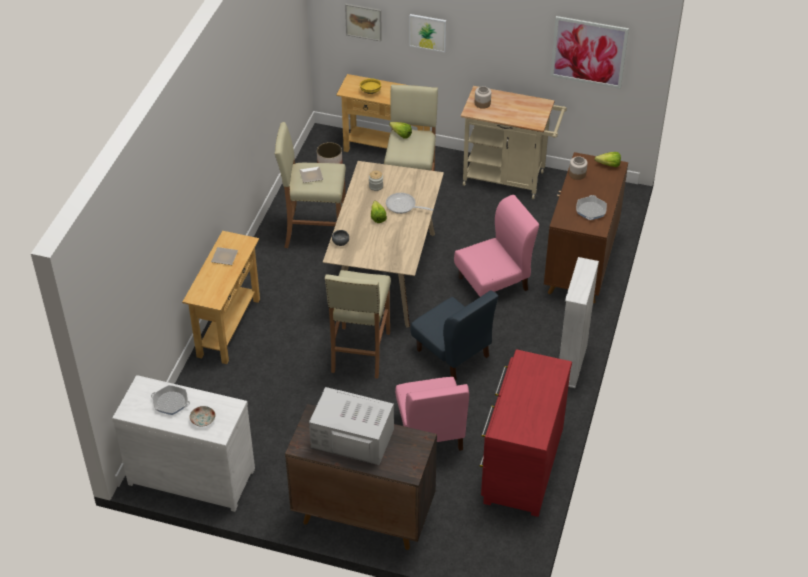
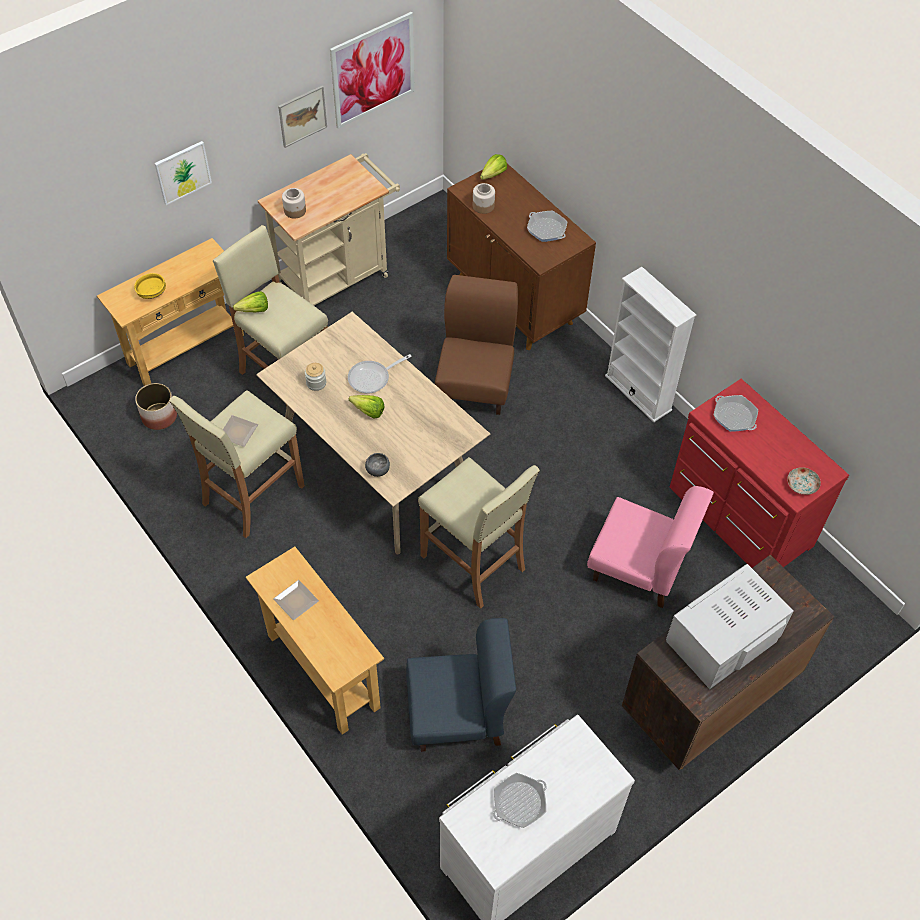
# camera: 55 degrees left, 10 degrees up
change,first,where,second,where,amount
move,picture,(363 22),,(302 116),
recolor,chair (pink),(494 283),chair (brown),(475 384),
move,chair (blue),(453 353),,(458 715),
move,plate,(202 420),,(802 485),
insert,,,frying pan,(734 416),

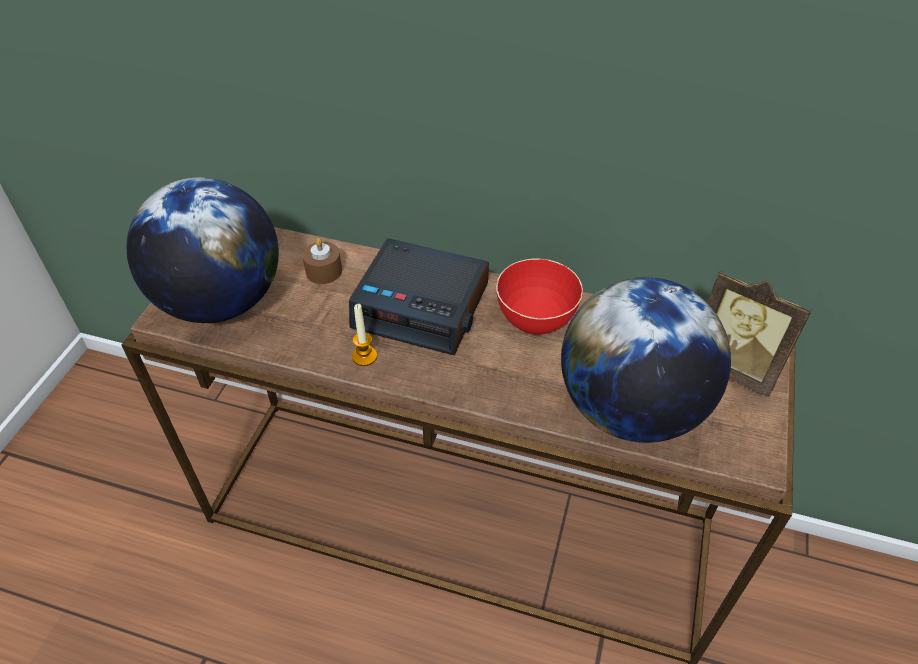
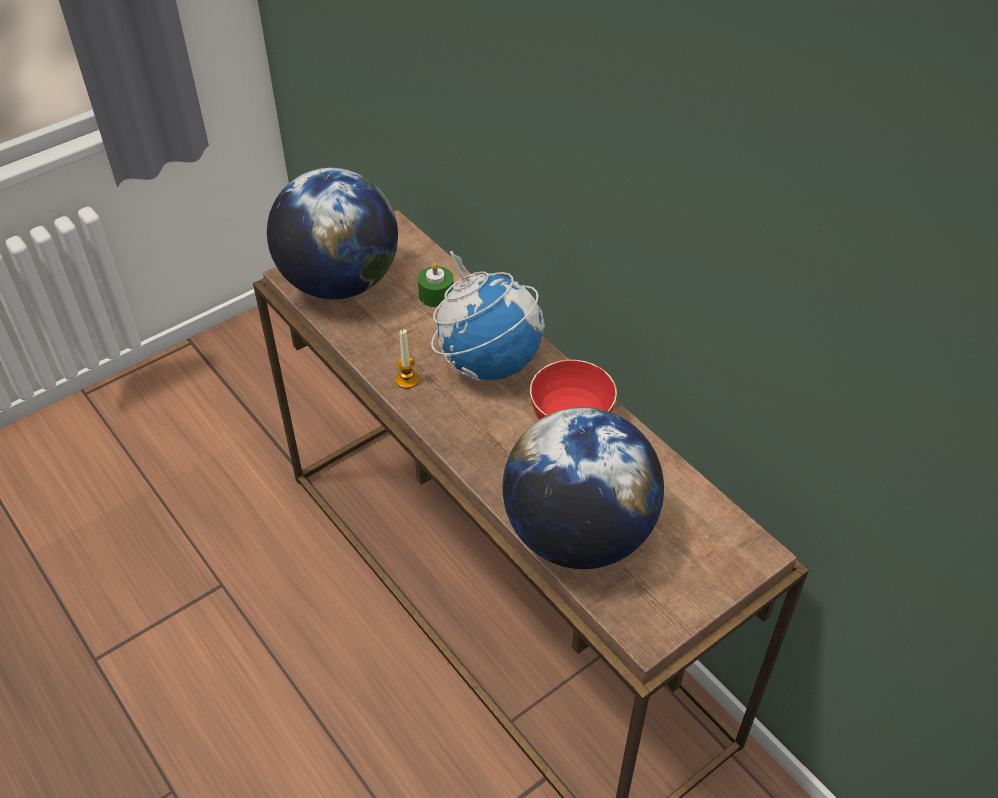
# camera: 35 degrees right, 0 degrees up
change,first,where,second,where,amount
recolor,candle (brown),(324 271),candle (green),(436 295),
replace,alarm clock,(423 306),globe,(488 362),
delete,picture frame,(733 367),,,

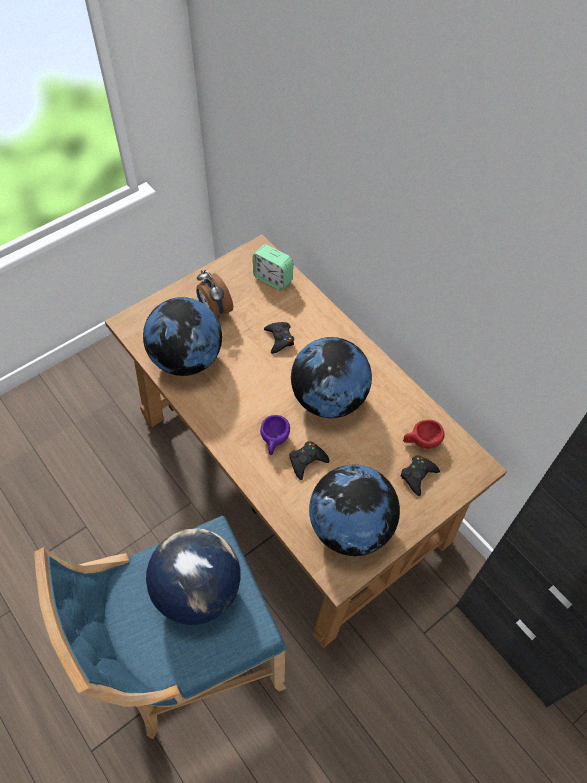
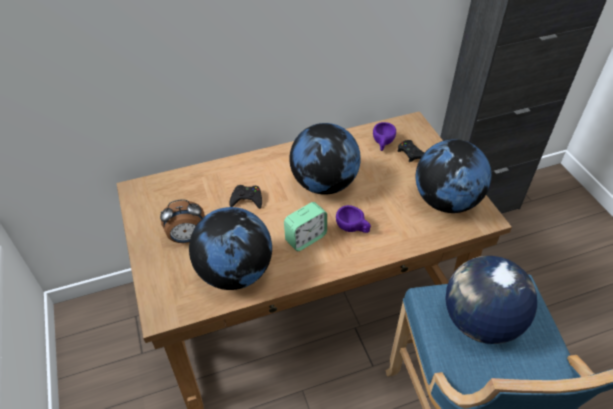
# camera: 70 degrees left, 10 degrees down
change,first,where,second,where,amount
move,alarm clock,(273 279),,(305 238),
recolor,cup (red),(421 441),cup (purple),(383 144),
delete,game controller (black),(307 461),,,

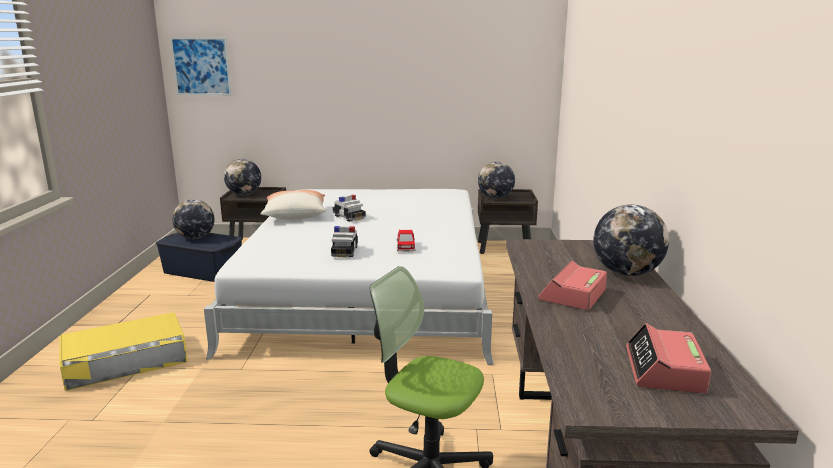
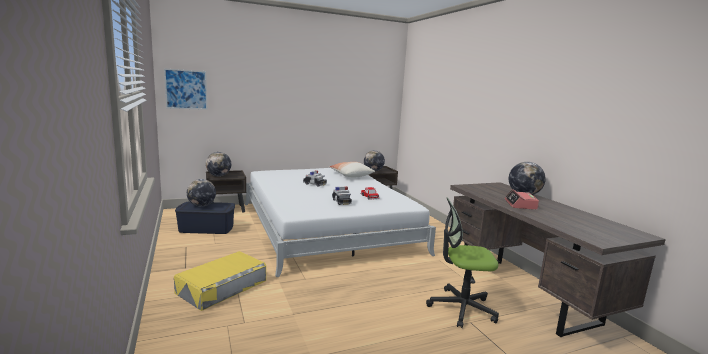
# camera: 25 degrees left, 5 degrees down
change,first,where,second,where,amount
move,pillow,(295 215),,(351 175),
delete,alarm clock,(664 370),,,

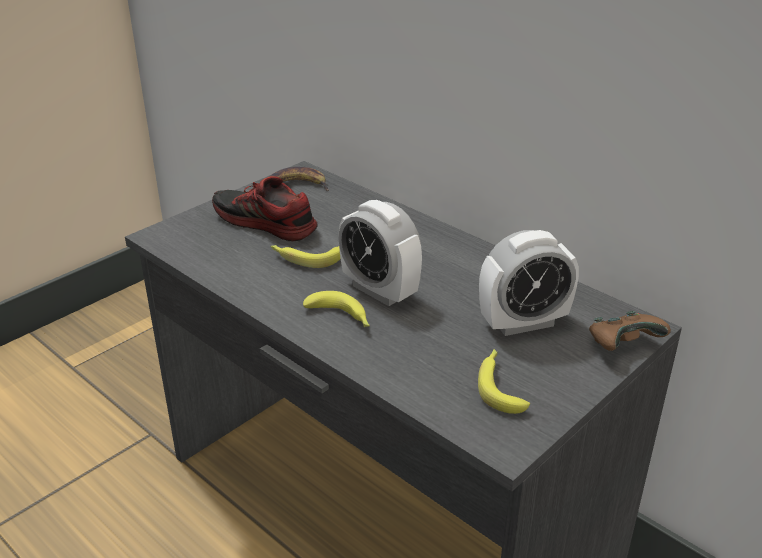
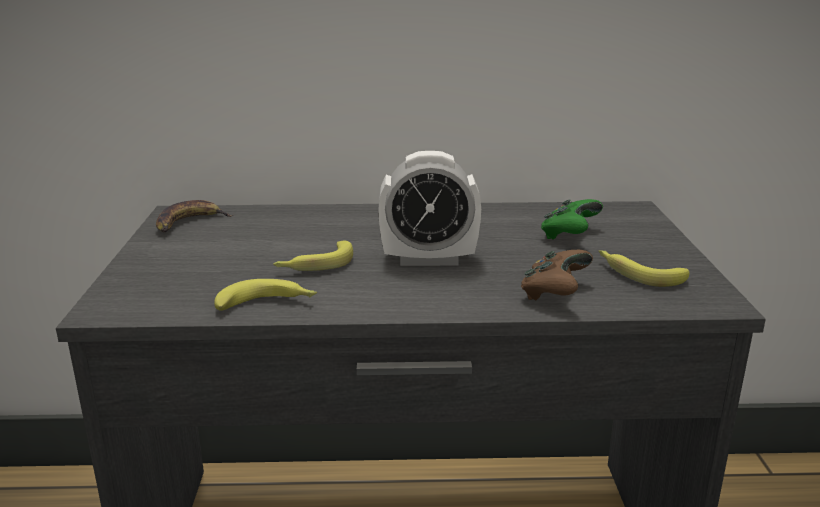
# camera: 45 degrees left, 10 degrees down
change,first,where,second,where,amount
delete,shoe,(264 224),,,
replace,alarm clock,(523 323),game controller (green),(569 235),
move,banana,(341 317),,(268 304),
move,game controller (brown),(622 346),,(554 293),

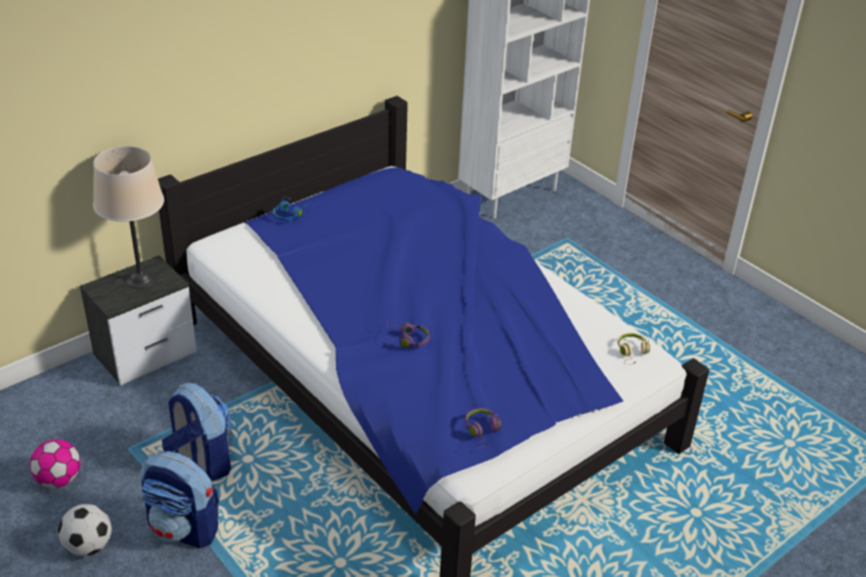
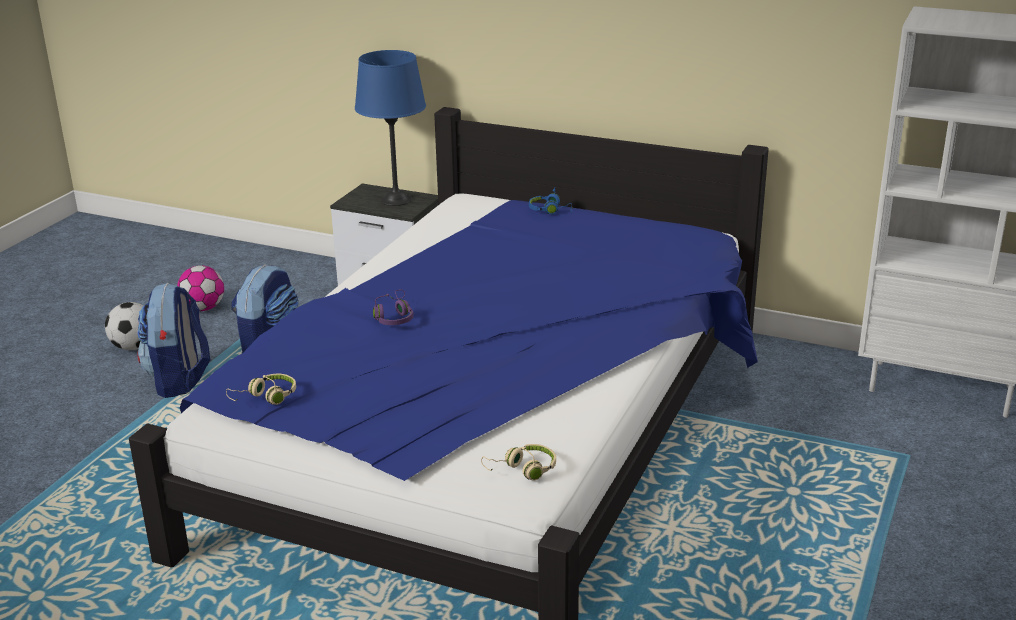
# camera: 65 degrees right, 10 degrees down
change,first,where,second,where,amount
recolor,table lamp (beige),(141 279),table lamp (blue),(396 200),
recolor,headphones (purple),(482 431),headphones (beige),(266 397),

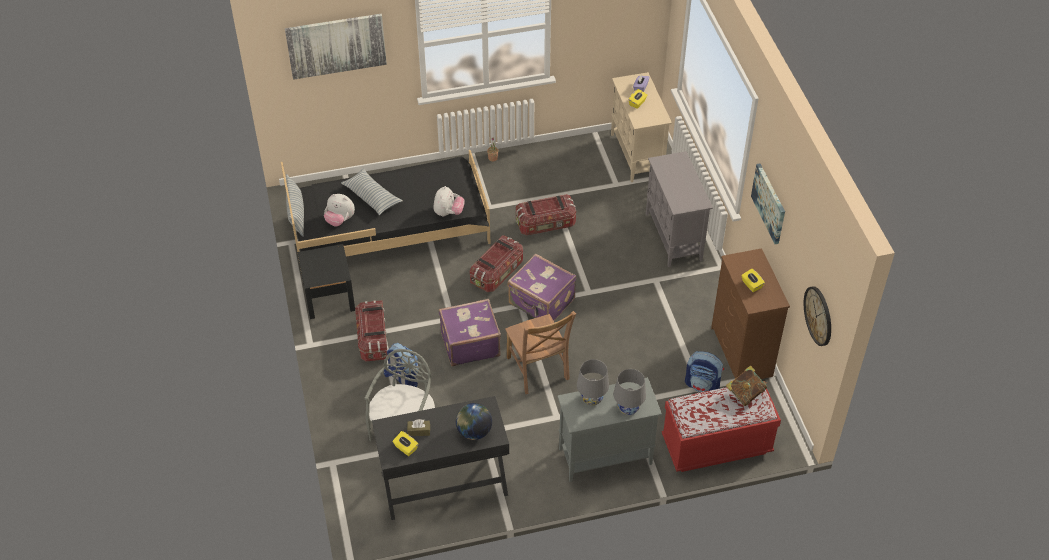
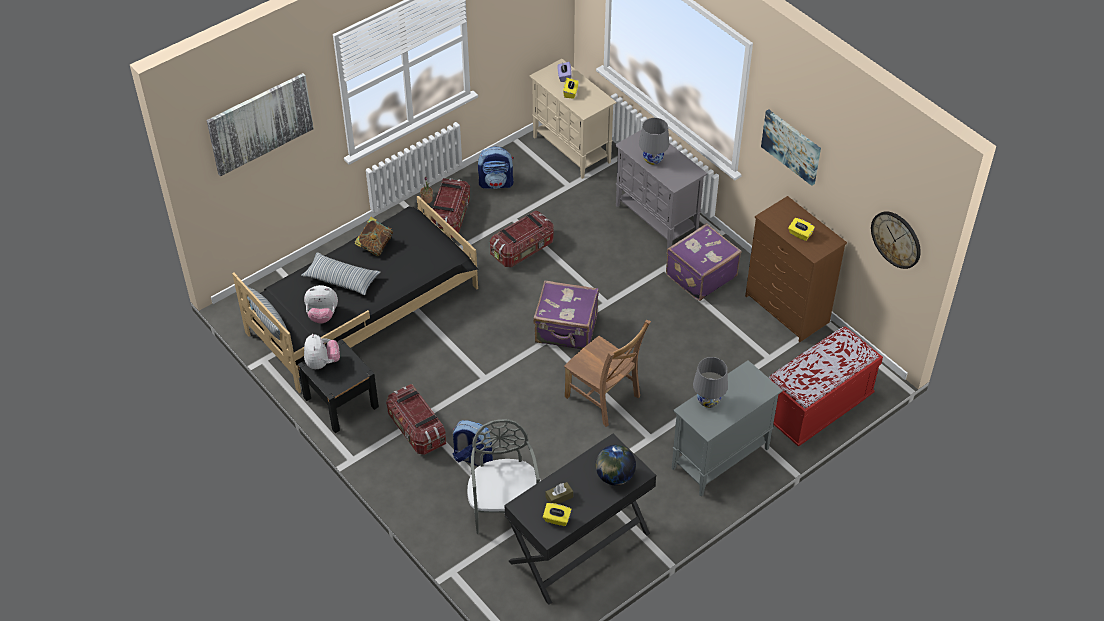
# camera: 25 degrees left, 0 degrees up
change,first,where,second,where,amount
move,plush toy,(448 213),,(322 363),
move,storage box,(497 273),,(450 218),
move,suitcase (purple),(469 343),,(700 275),
move,backpack,(702 385),,(496 183),
move,book,(745 393),,(375 246),
move,table lamp (grey),(628 408),,(653 159),

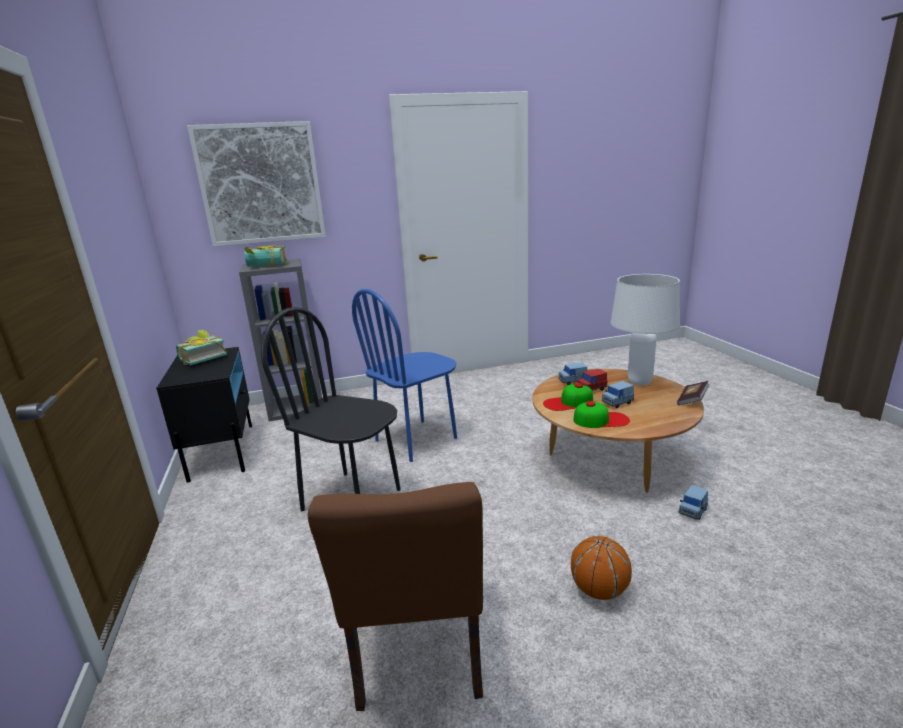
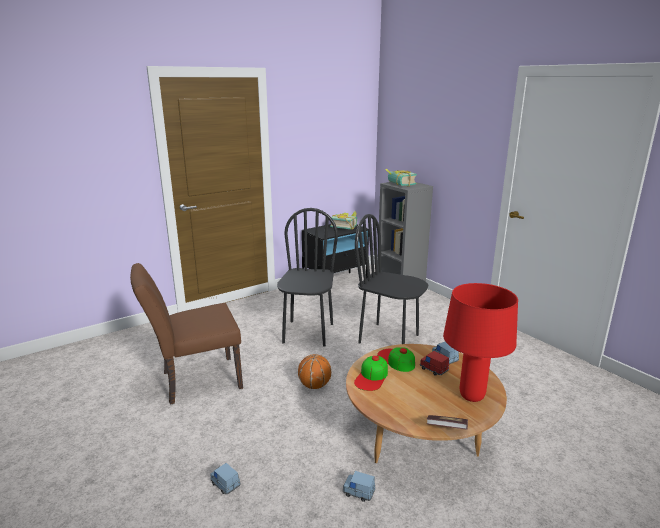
# camera: 70 degrees right, 0 degrees up
change,first,where,second,where,amount
delete,picture,(261 184),,,
recolor,table lamp (white),(640 382),table lamp (red),(471 396),
recolor,chair (blue),(416 439),chair (black),(389 338),
move,toy car (blue),(617 403),,(225 484),
rotate,cap,(601 420),,(372 377),45 degrees clockwise
move,basketball,(599 590),,(314 385),

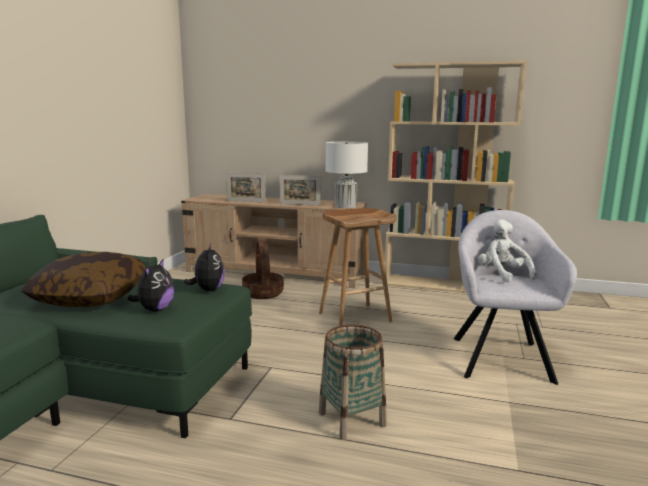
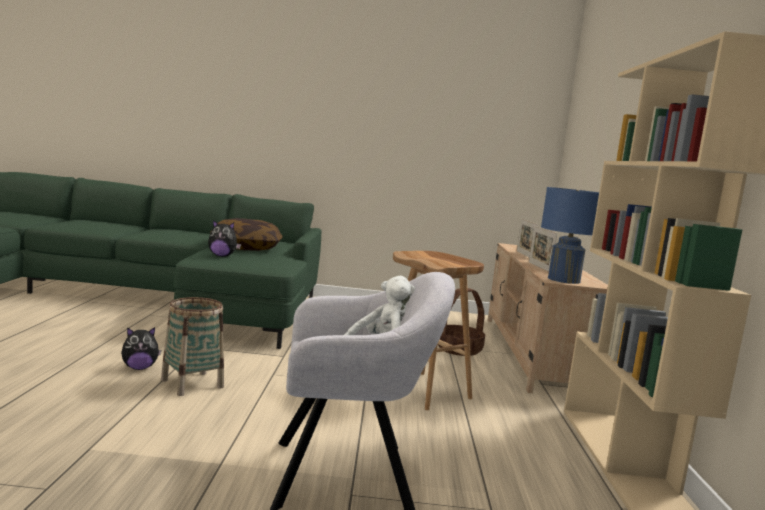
# camera: 75 degrees right, 5 degrees down
change,first,where,second,where,amount
recolor,table lamp (white),(345 206),table lamp (blue),(564 280),
move,plush toy,(208 290),,(139 368),

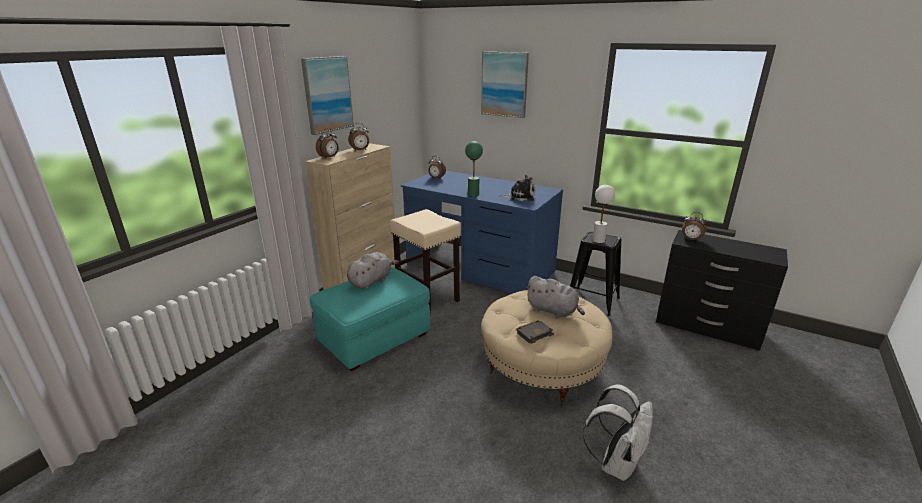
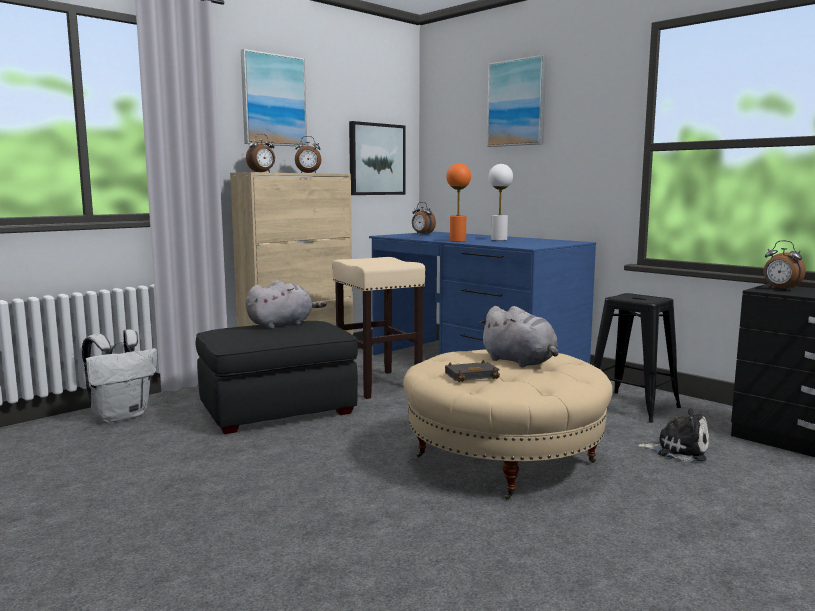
# camera: 15 degrees right, 15 degrees down
change,first,where,second,where,amount
recolor,table lamp (green),(473 195),table lamp (orange),(457 241),
move,plush toy,(520 196),,(678 450),
move,table lamp (white),(598 240),,(499 240),
recolor,ottoman (turquoise),(375 338),ottoman (black),(279 410),
move,backpack (white),(616 463),,(122 416),
insert,,,picture,(376 159),

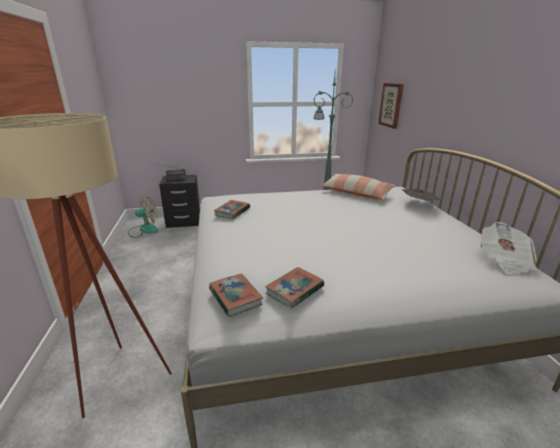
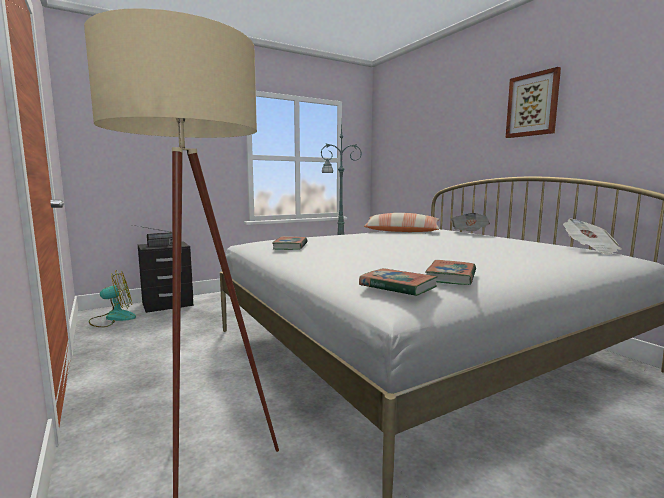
# camera: 20 degrees left, 15 degrees down
change,first,where,second,where,amount
move,picture,(391 105),,(532 105),

